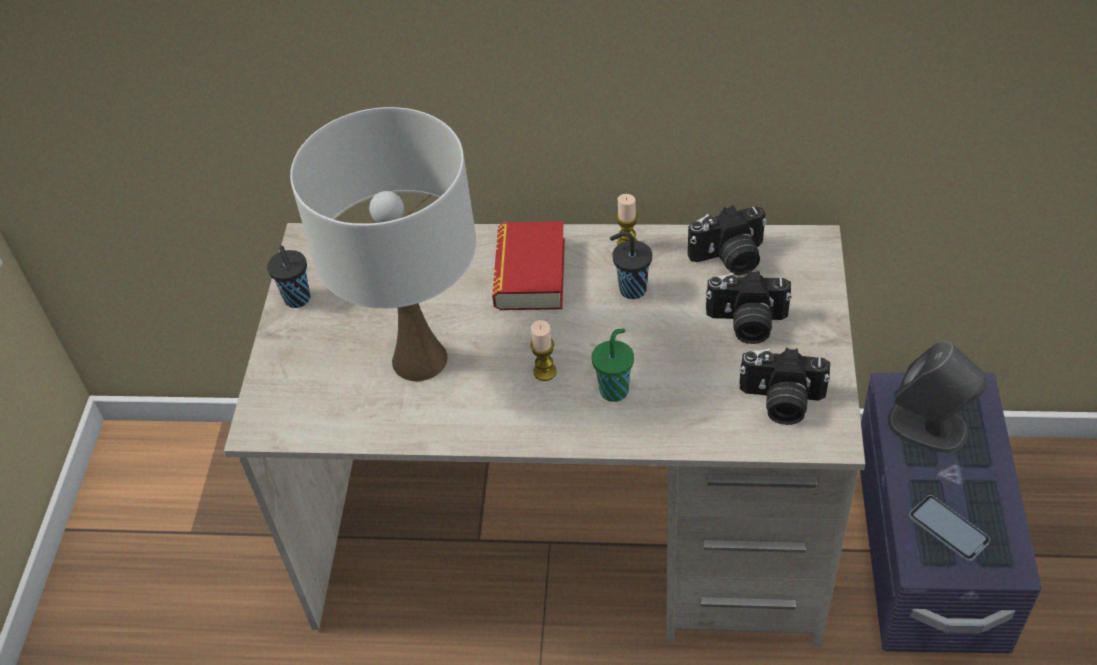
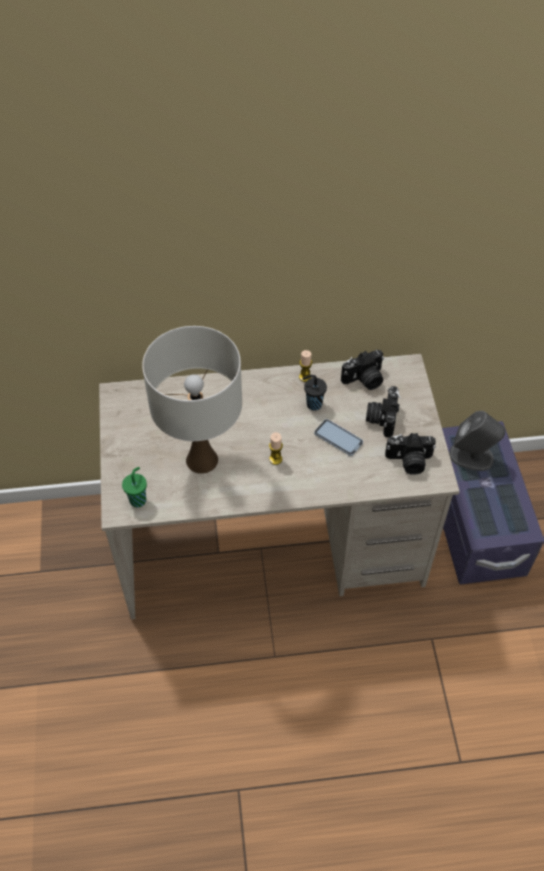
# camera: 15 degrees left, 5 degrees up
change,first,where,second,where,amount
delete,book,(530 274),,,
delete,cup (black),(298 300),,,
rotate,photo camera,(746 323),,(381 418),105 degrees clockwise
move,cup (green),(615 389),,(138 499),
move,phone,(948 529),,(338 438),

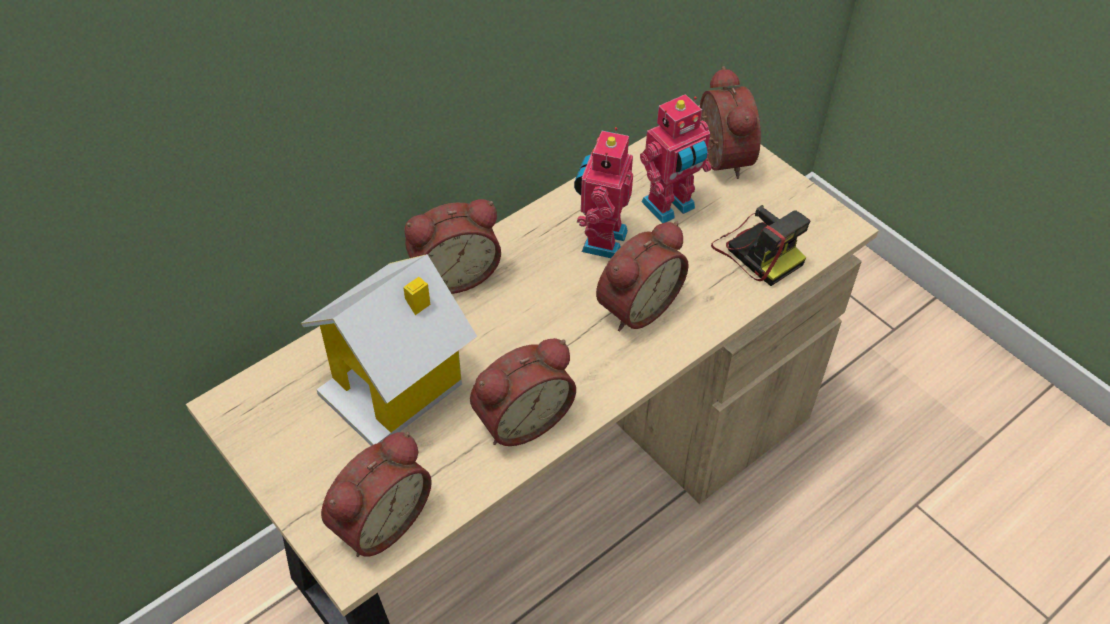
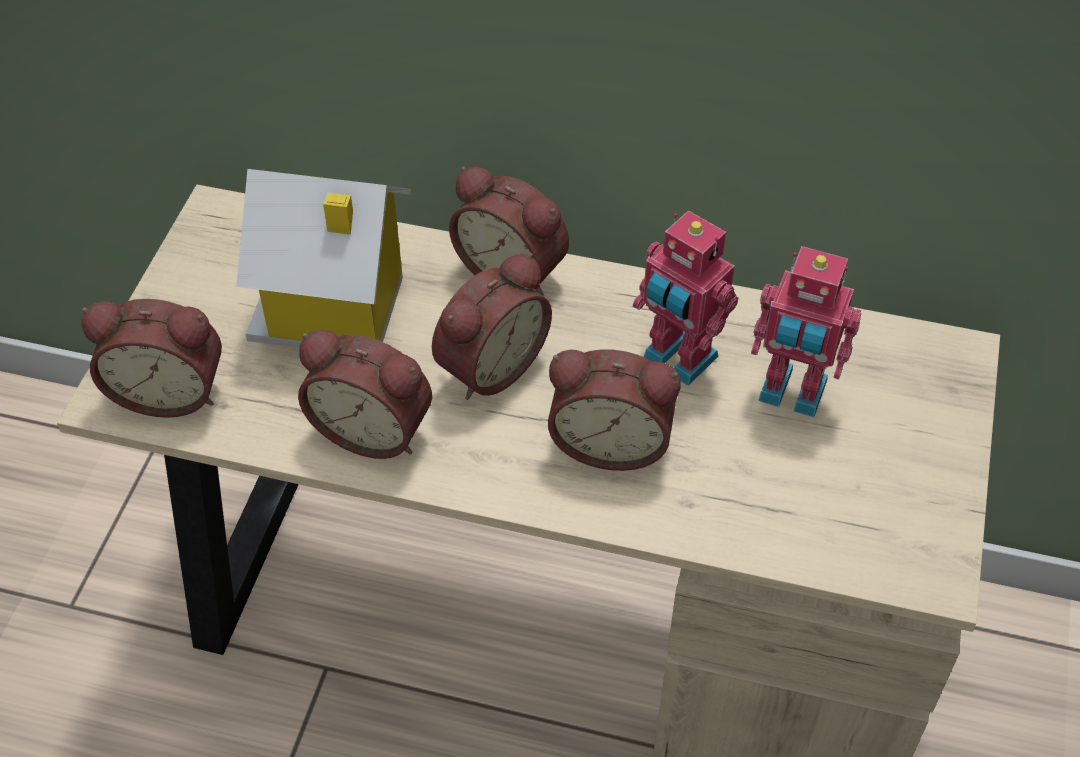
# camera: 55 degrees right, 0 degrees up
change,first,where,second,where,amount
move,alarm clock,(718 158),,(488 365),
rotate,toy robot,(601 240),,(677 360),120 degrees counterclockwise
delete,photo camera,(757 251),,,

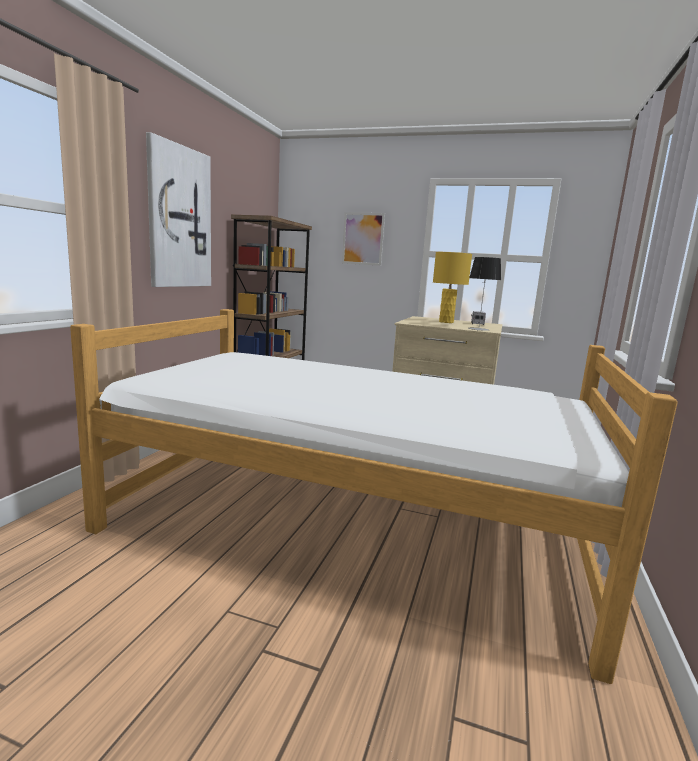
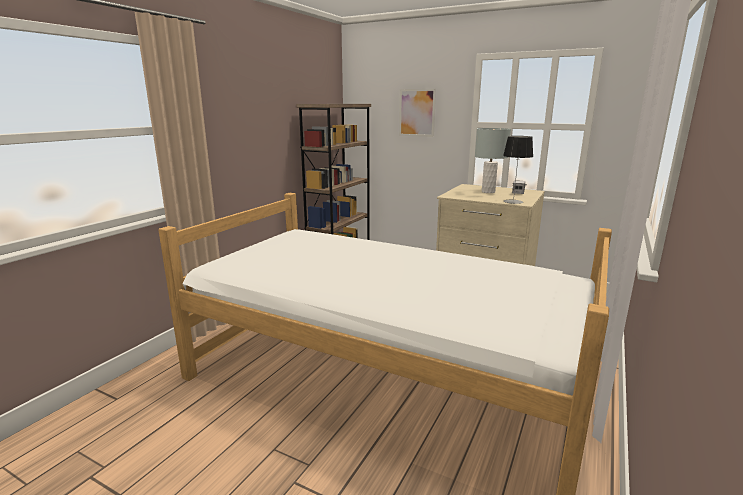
# camera: 10 degrees right, 5 degrees up
change,first,where,second,where,amount
delete,picture,(179 218),,,
recolor,table lamp (yellow),(446 322),table lamp (grey),(488 192),

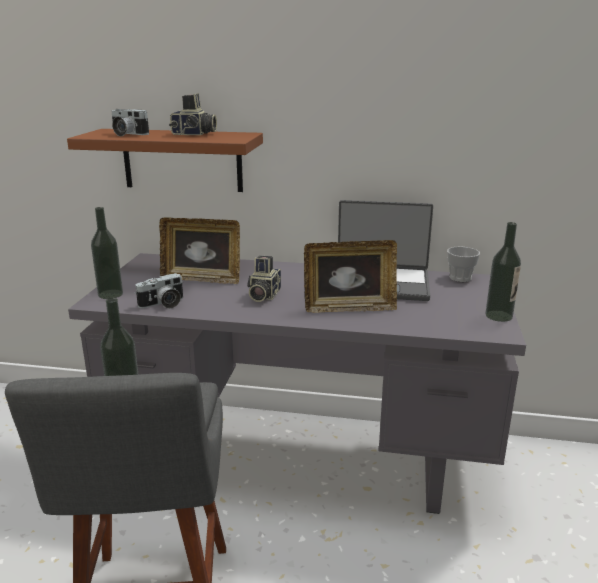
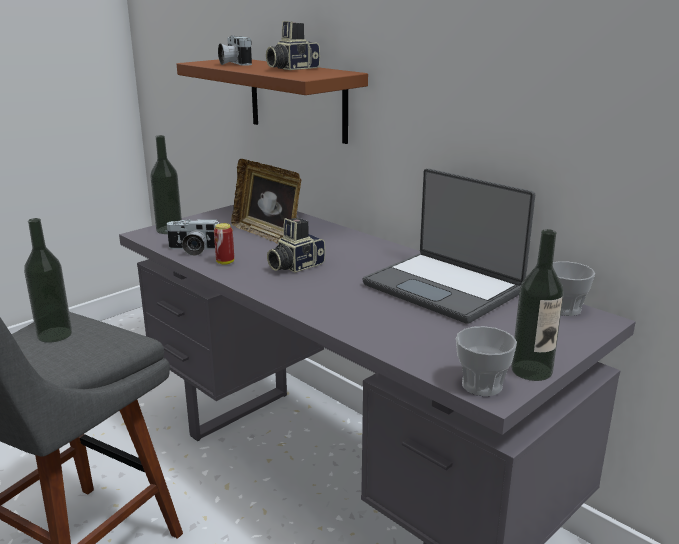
# camera: 35 degrees right, 0 degrees up
change,first,where,second,where,amount
rotate,photo camera,(194 134),,(292 68),105 degrees clockwise
delete,picture frame,(349 308),,,
insert,,,can,(225 262),
insert,,,cup,(482 385),

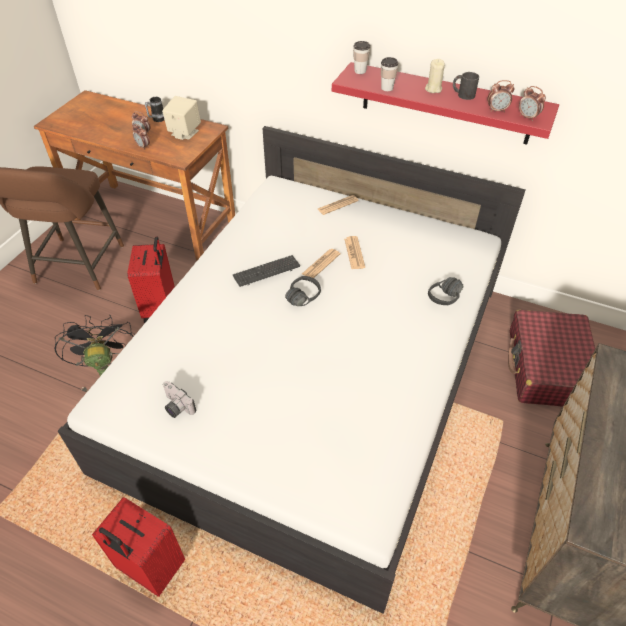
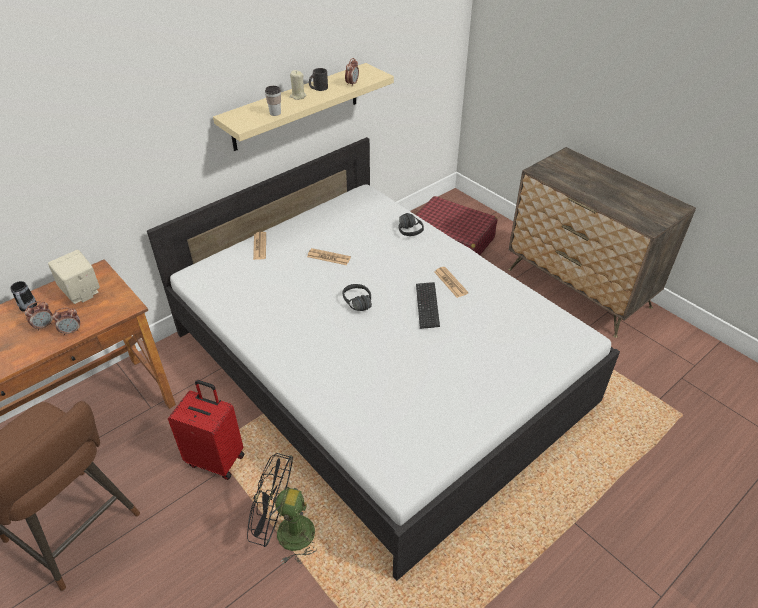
# camera: 65 degrees left, 5 degrees down
change,first,where,second,where,amount
delete,cup,(360 71),,,
recolor,shelf (red),(446 104),shelf (beige),(296 107),
delete,alarm clock,(528 117),,,
move,newspaper,(321 264),,(450 282),
move,keyboard,(266 272),,(427 306),
delete,photo camera,(176 407),,,
delete,suitcase (red),(150 568),,,

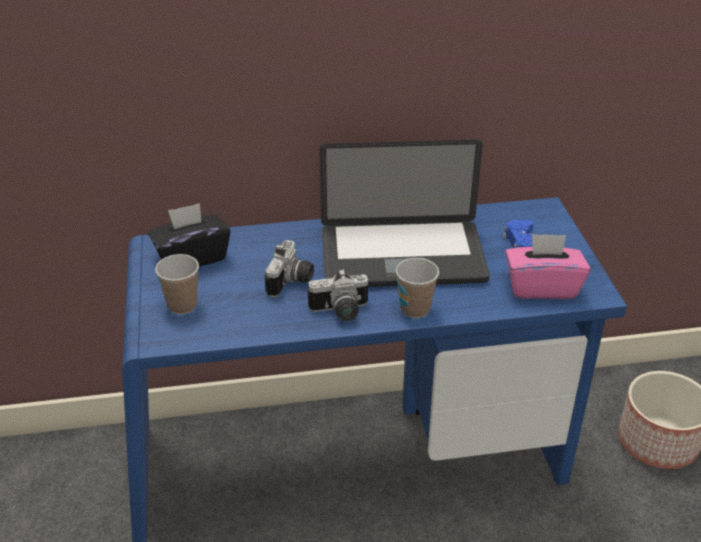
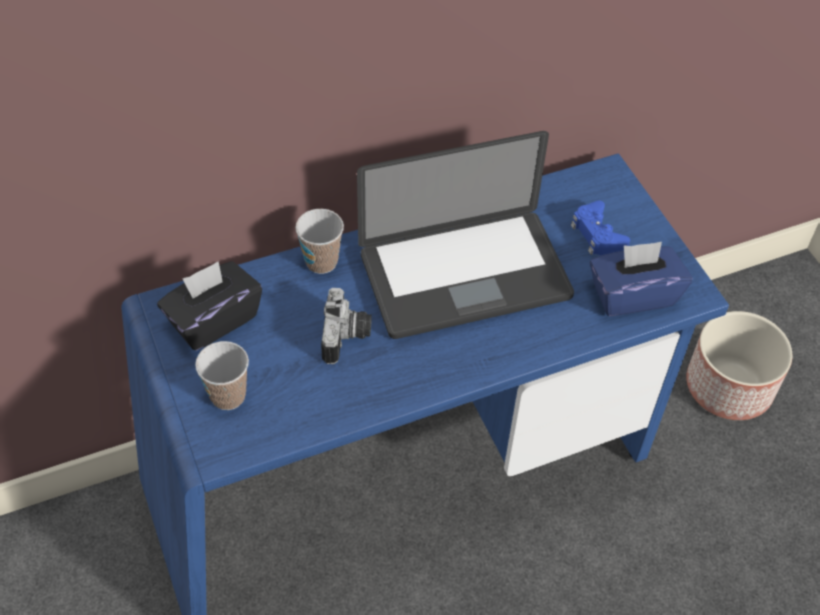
# camera: 15 degrees left, 15 degrees up
change,first,where,second,where,amount
recolor,tissue box (pink),(542 287),tissue box (blue),(632 295),
move,cup,(415 309),,(321 262),
delete,photo camera,(340 312),,,

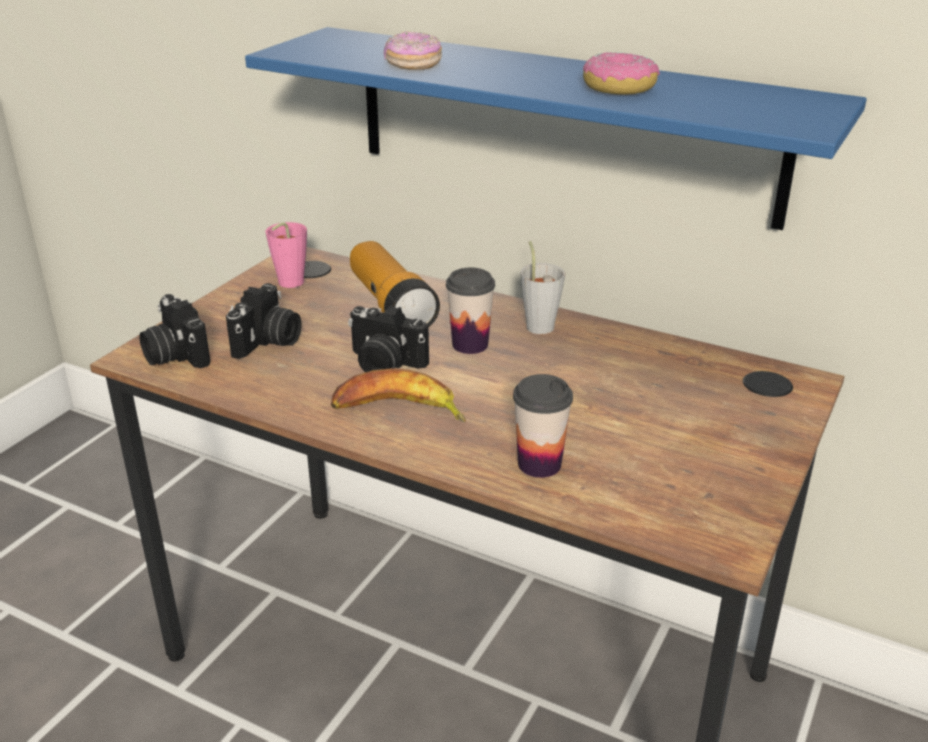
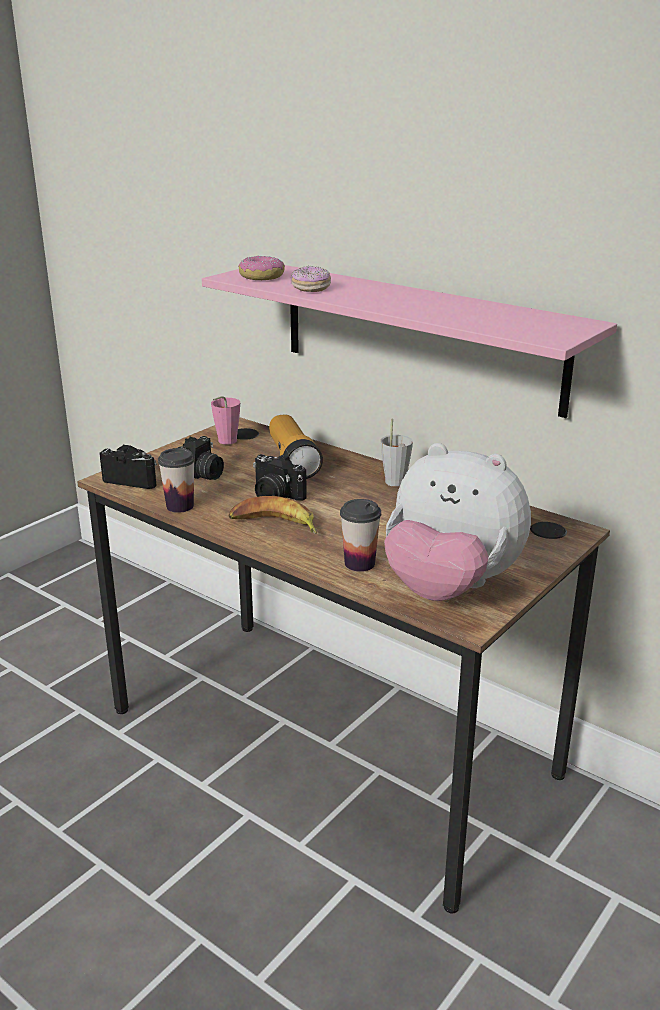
# camera: 10 degrees right, 5 degrees down
change,first,where,second,where,amount
recolor,shelf (blue),(562 124),shelf (pink),(419 335),
move,donut,(619 88),,(262 277),
move,cup,(470 344),,(180 506),
rotate,photo camera,(174 355),,(134 479),135 degrees clockwise
insert,,,plush toy,(450 588),

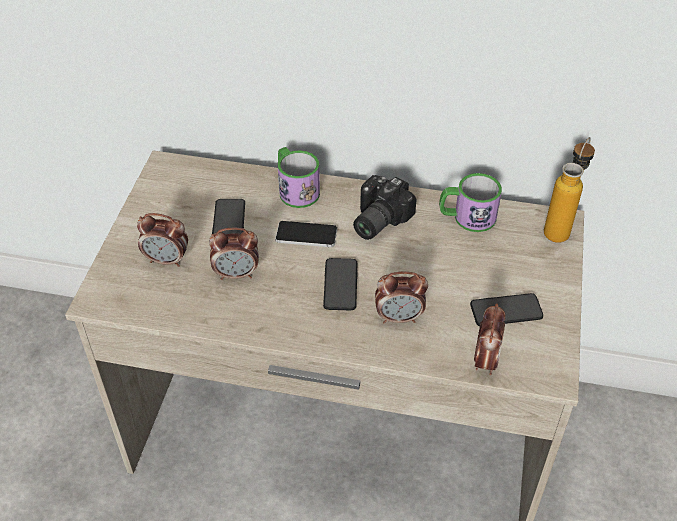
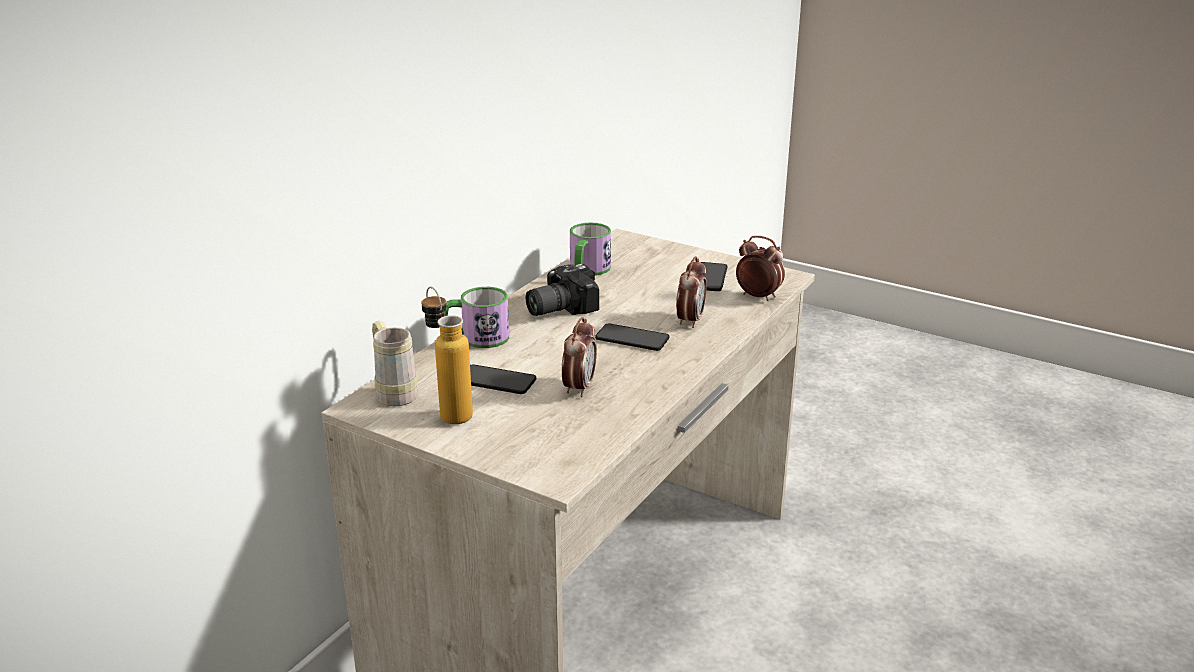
# camera: 70 degrees left, 20 degrees down
change,first,where,second,where,amount
move,bottle,(560 227),,(449 411),
rotate,photo camera,(376 220),,(557 308),90 degrees clockwise
delete,alarm clock,(167 260),,,
delete,phone,(306 235),,,
insert,,,mug (beige),(394 392),

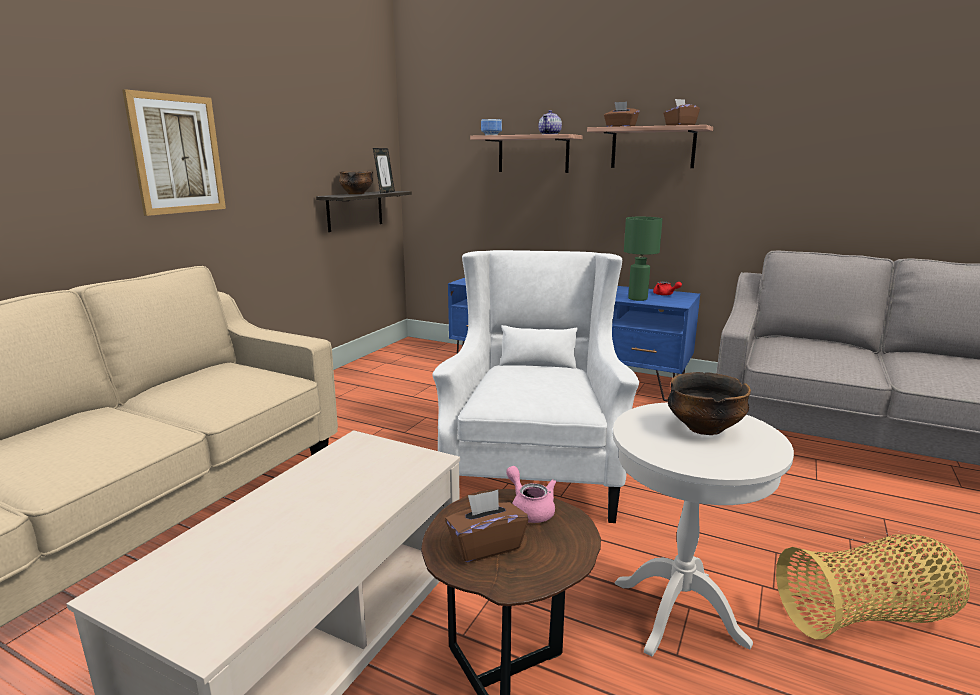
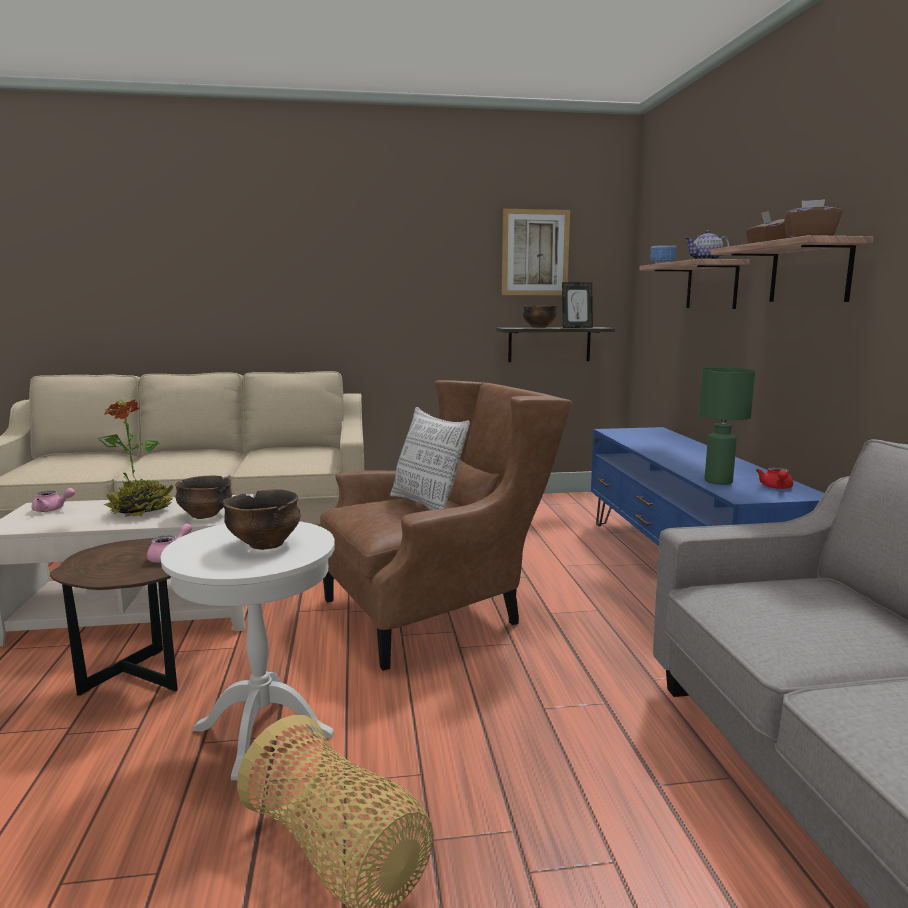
# camera: 55 degrees right, 5 degrees down
change,first,where,second,where,amount
move,picture,(177 154),,(535 252),
recolor,armchair (white),(534 468),armchair (brown),(438 611),
delete,tissue box (brown),(485 546),,,
insert,,,potted plant,(141 511),
insert,,,pillow,(427 505),
insert,,,bowl,(205 515),
insert,,,teapot (pink),(52 509),

